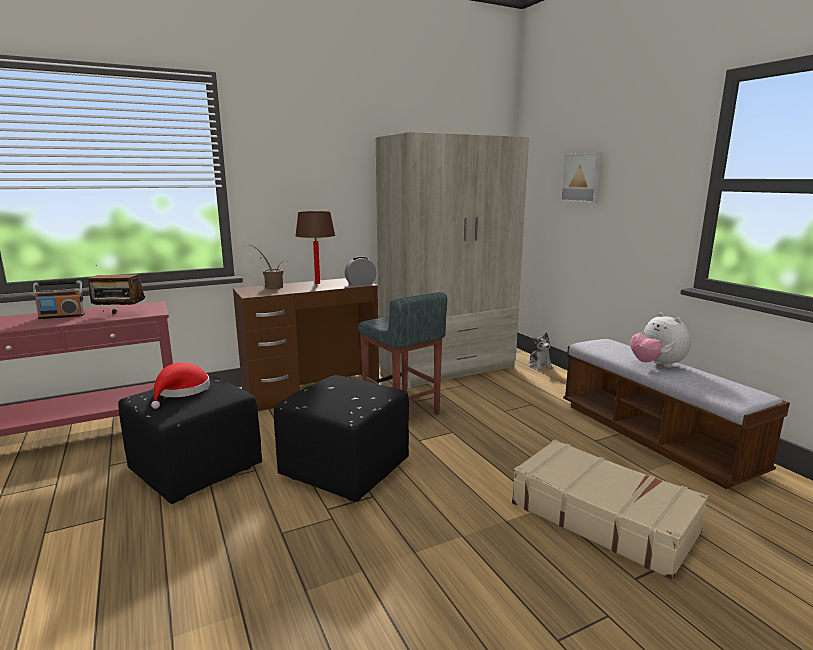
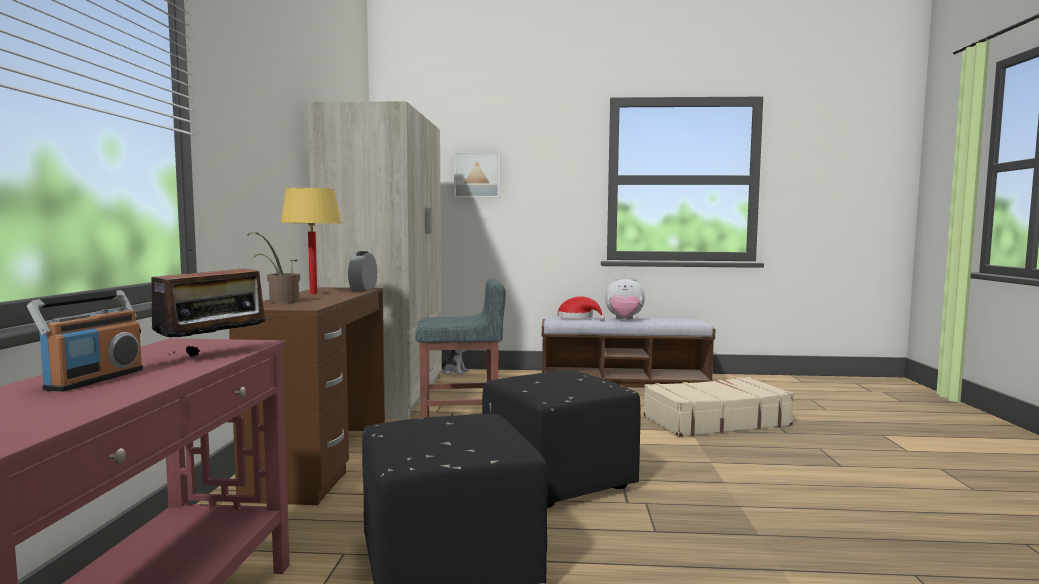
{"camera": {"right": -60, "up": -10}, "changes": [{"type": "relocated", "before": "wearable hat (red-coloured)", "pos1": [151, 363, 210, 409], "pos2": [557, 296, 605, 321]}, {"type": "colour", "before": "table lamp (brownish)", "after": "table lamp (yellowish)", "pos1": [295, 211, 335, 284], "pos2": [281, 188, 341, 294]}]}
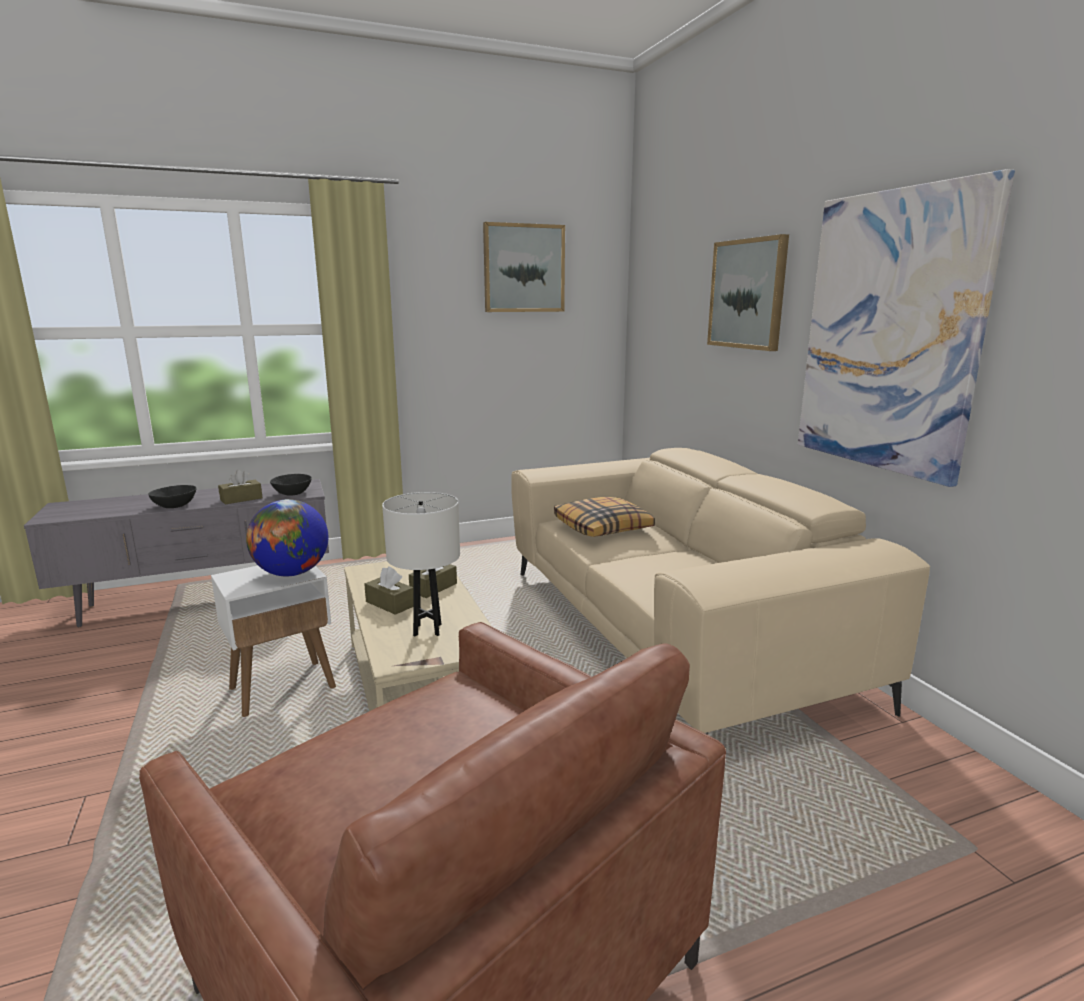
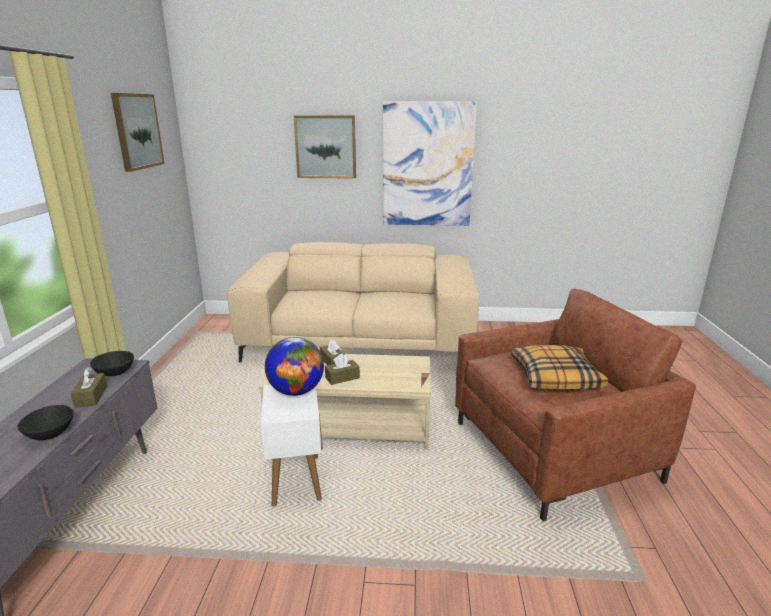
{"camera": {"right": -65, "up": 5}, "changes": [{"type": "missing", "before": "table lamp (white-coloured)", "pos1": [382, 492, 460, 637]}, {"type": "relocated", "before": "cushion", "pos1": [554, 497, 655, 537], "pos2": [511, 345, 608, 390]}]}
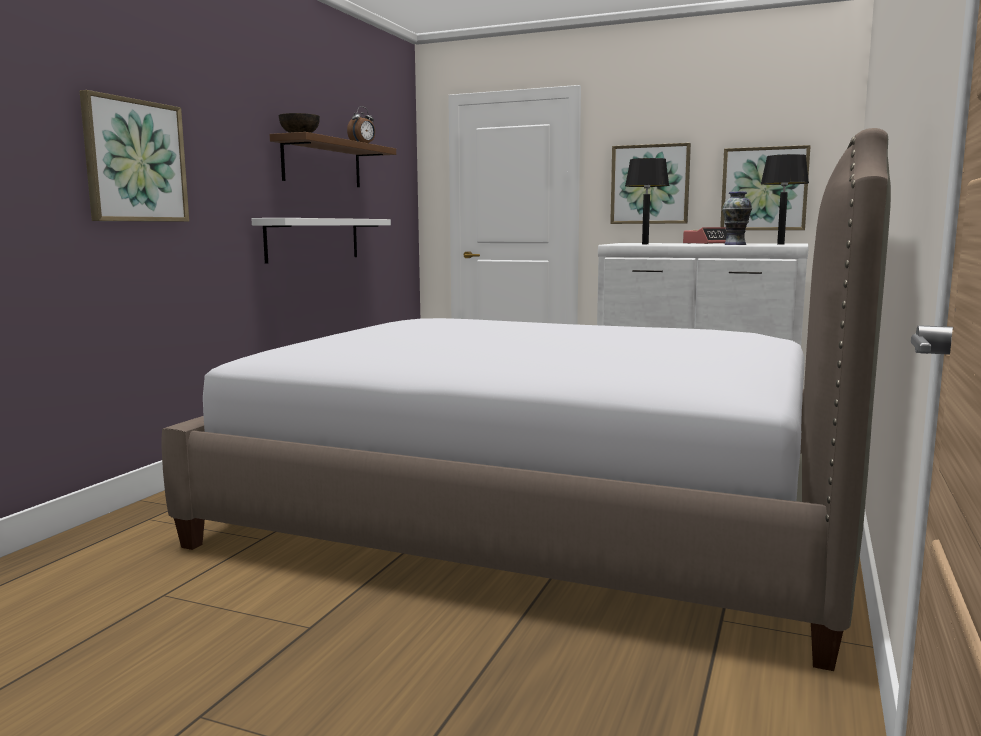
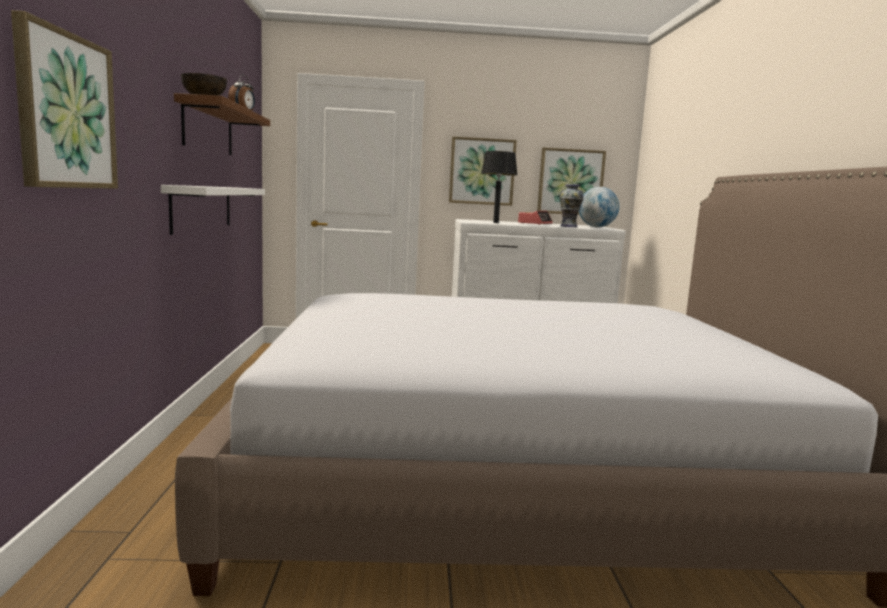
{"camera": {"right": -25, "up": 0}, "changes": [{"type": "exchanged", "before": "table lamp (black-coloured)", "after": "desk globe", "pos1": [761, 154, 809, 245], "pos2": [579, 187, 619, 227]}]}
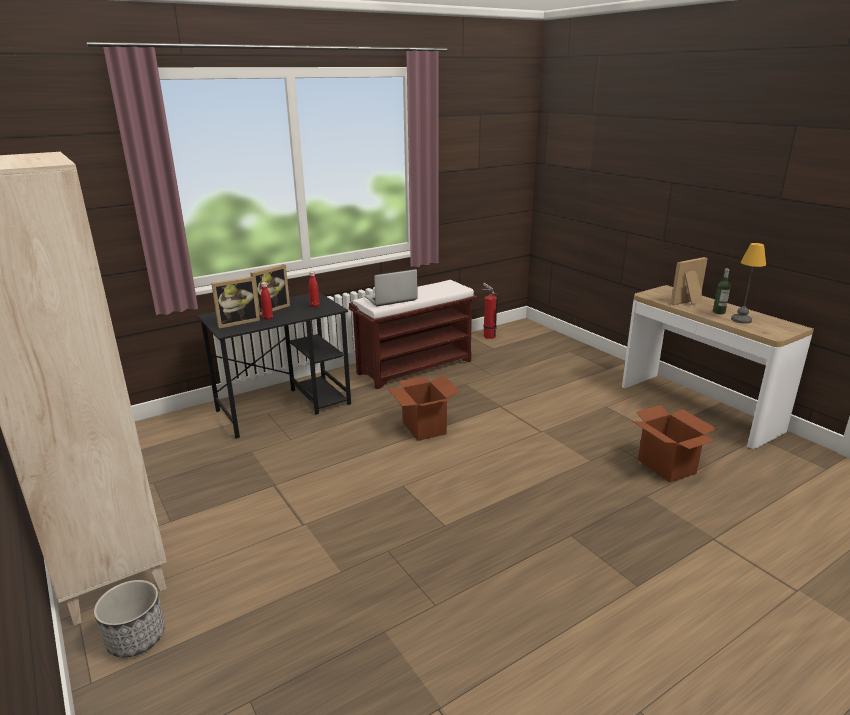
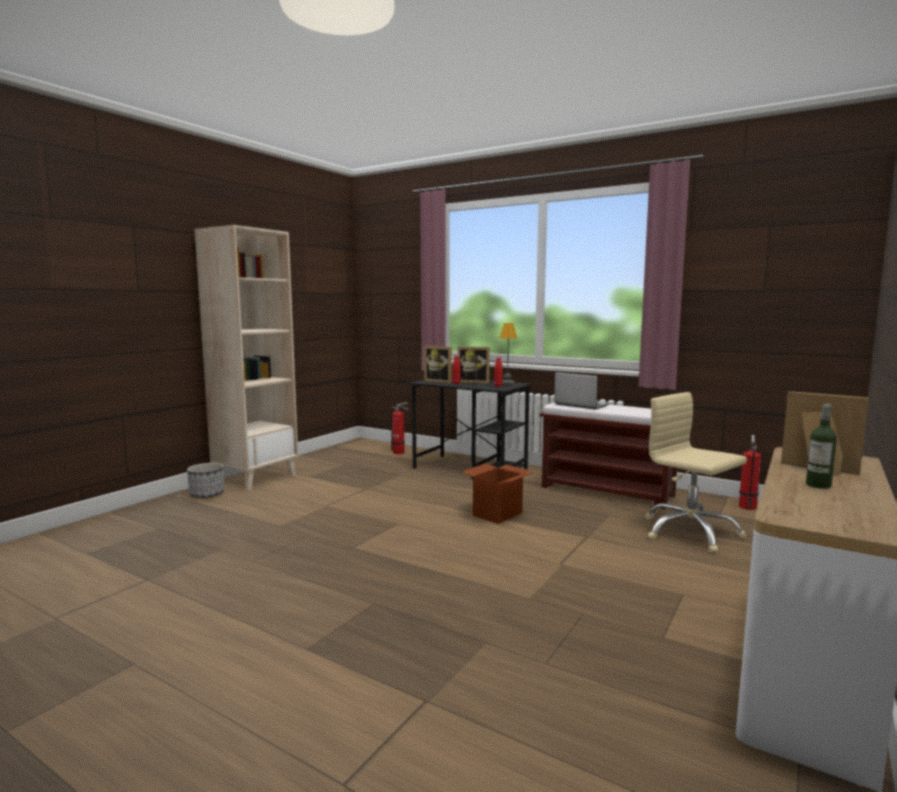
{"camera": {"right": 65, "up": -15}, "changes": [{"type": "missing", "before": "cardboard box", "pos1": [632, 405, 717, 483]}, {"type": "relocated", "before": "table lamp", "pos1": [731, 243, 766, 324], "pos2": [500, 323, 517, 385]}, {"type": "appeared", "after": "extinguisher", "pos2": [390, 402, 408, 454]}, {"type": "appeared", "after": "office chair (beige-coloured)", "pos2": [645, 392, 747, 553]}]}
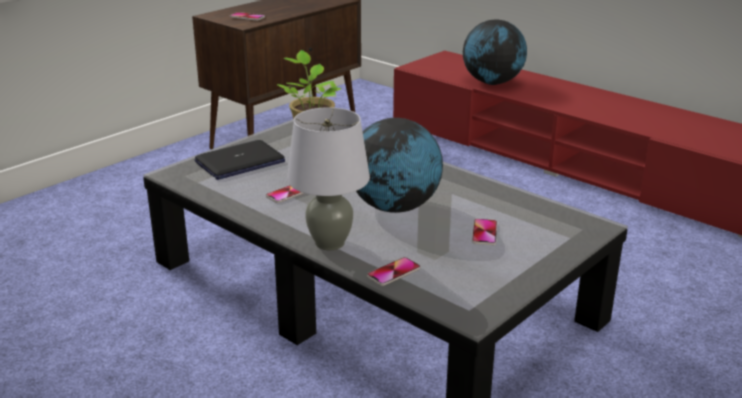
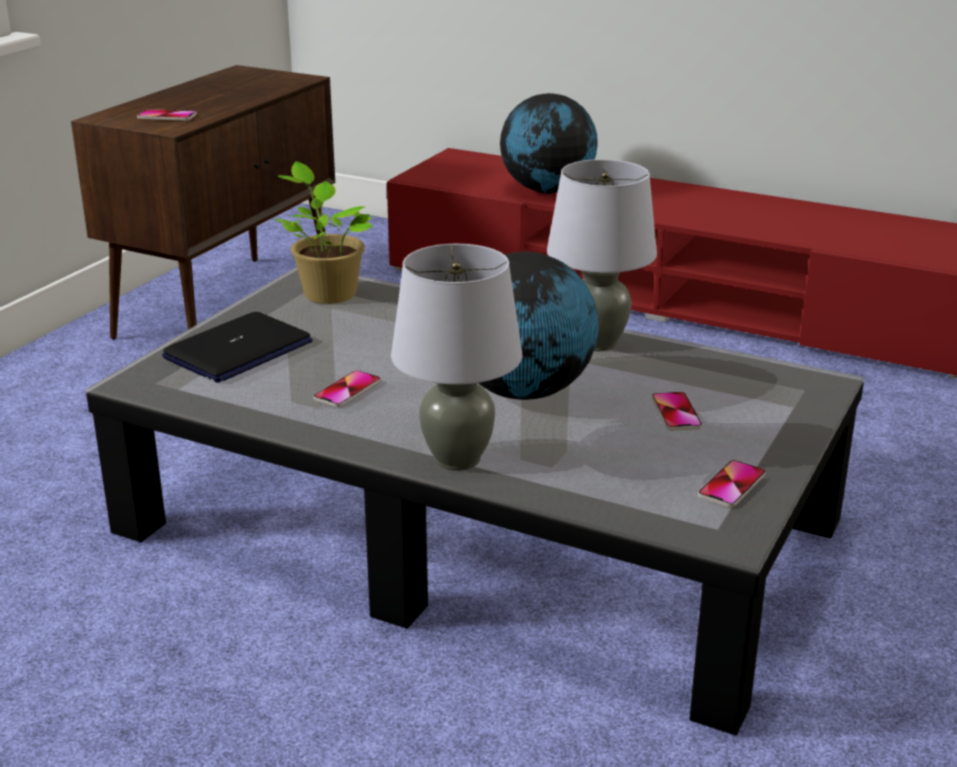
{"camera": {"right": -15, "up": 0}, "changes": [{"type": "relocated", "before": "handset", "pos1": [367, 257, 420, 286], "pos2": [698, 460, 766, 507]}, {"type": "appeared", "after": "table lamp (greyish)", "pos2": [547, 159, 657, 351]}]}
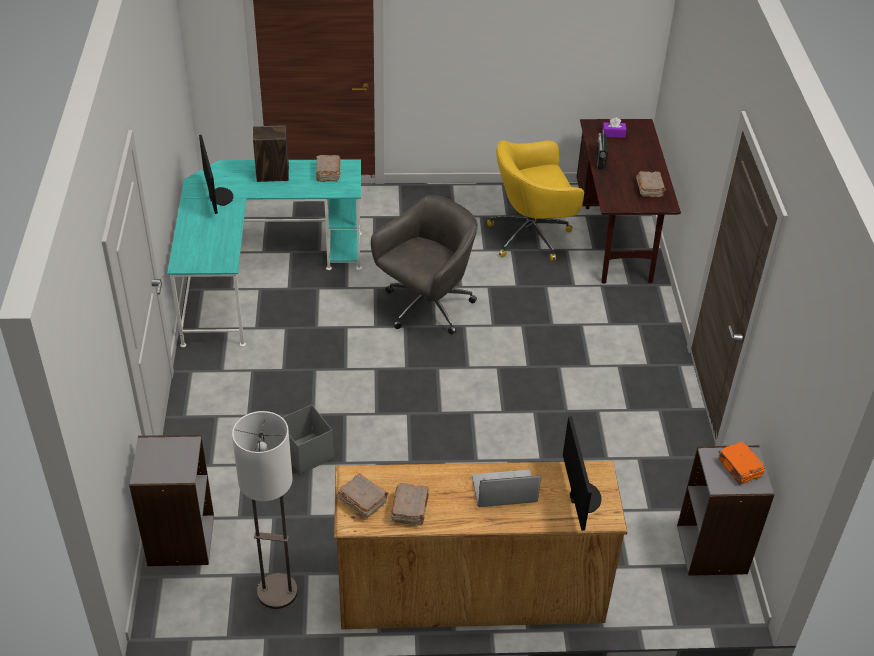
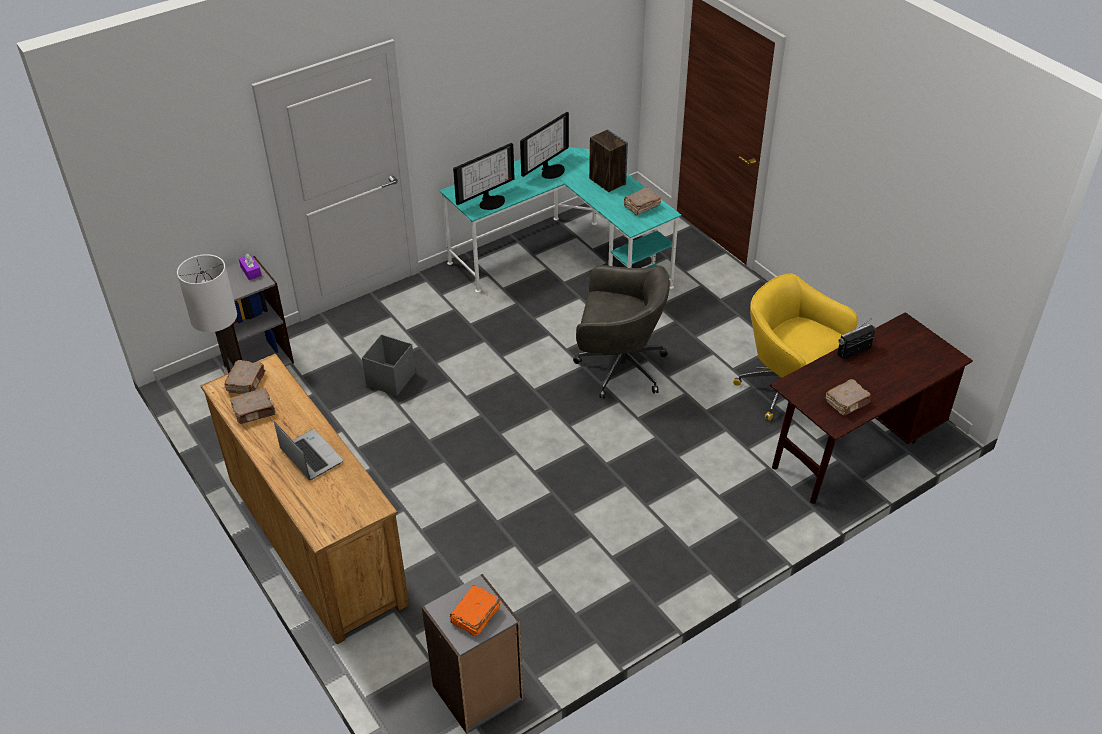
{"camera": {"right": 60, "up": 0}, "changes": [{"type": "relocated", "before": "computer display", "pos1": [563, 416, 602, 531], "pos2": [453, 143, 515, 210]}, {"type": "relocated", "before": "tissue holder (purple)", "pos1": [602, 117, 626, 138], "pos2": [239, 253, 262, 280]}]}
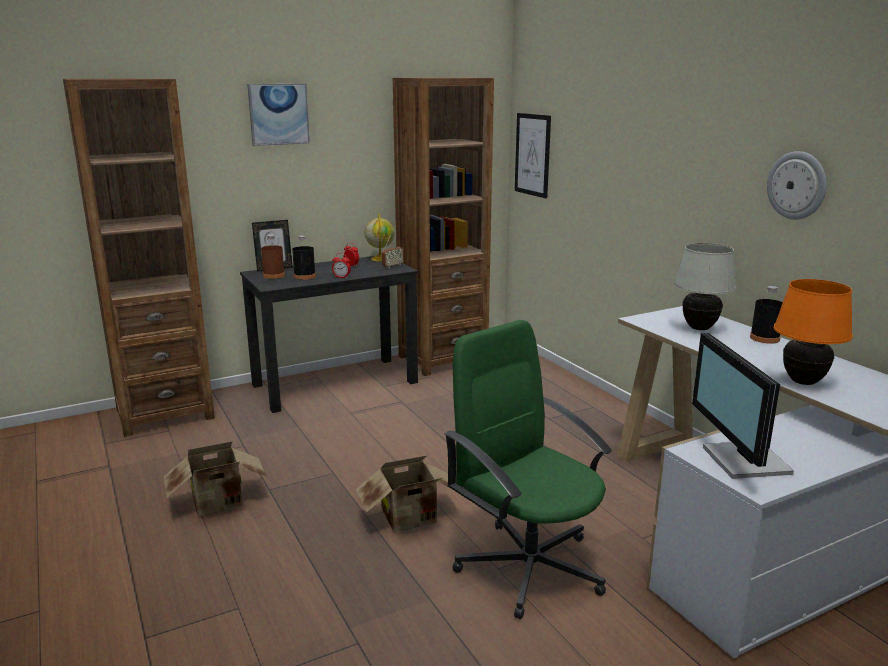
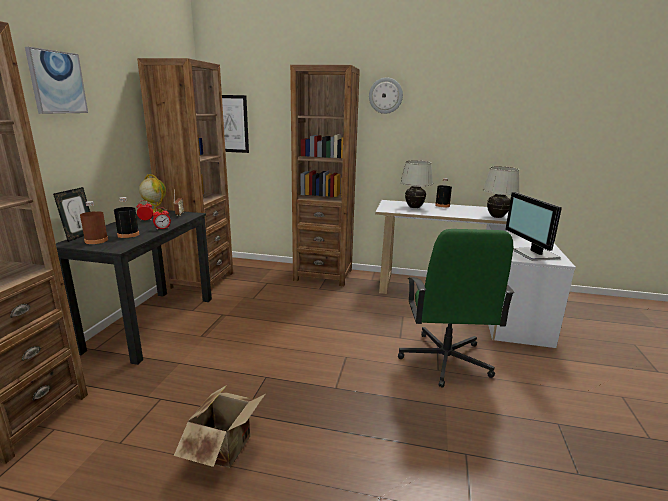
{"camera": {"right": -50, "up": 0}, "changes": [{"type": "missing", "before": "cardboard box", "pos1": [356, 455, 450, 532]}, {"type": "spun", "before": "office chair (greenish)", "pos1": [444, 320, 612, 619], "pos2": [398, 229, 515, 388], "turn": -90}, {"type": "spun", "before": "computer display", "pos1": [692, 333, 794, 479], "pos2": [505, 192, 562, 261], "turn": 45}, {"type": "relocated", "before": "wall clock", "pos1": [767, 151, 827, 220], "pos2": [369, 77, 403, 114]}, {"type": "colour", "before": "table lamp (orange)", "after": "table lamp (white-coloured)", "pos1": [774, 279, 853, 385], "pos2": [483, 166, 520, 218]}, {"type": "appeared", "after": "shelving unit (brownish)", "pos2": [290, 65, 360, 286]}]}
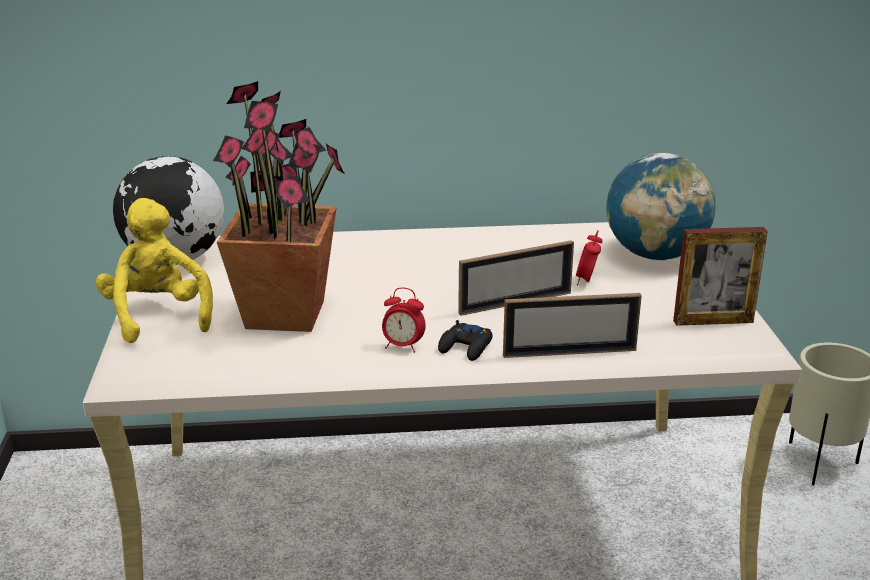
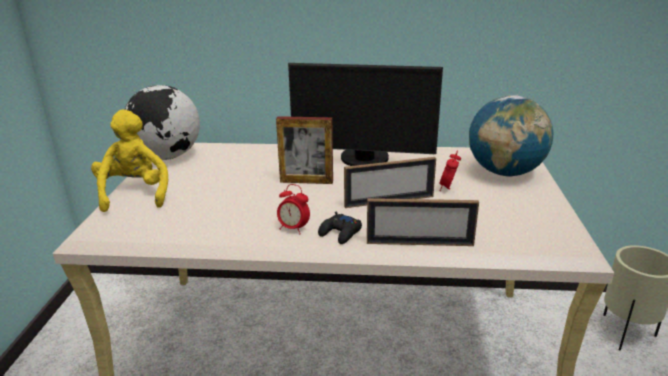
{"camera": {"right": 10, "up": 0}, "changes": [{"type": "missing", "before": "potted plant", "pos1": [213, 81, 345, 332]}, {"type": "relocated", "before": "photo frame", "pos1": [673, 227, 768, 326], "pos2": [276, 116, 333, 184]}, {"type": "appeared", "after": "computer display", "pos2": [288, 63, 443, 166]}]}
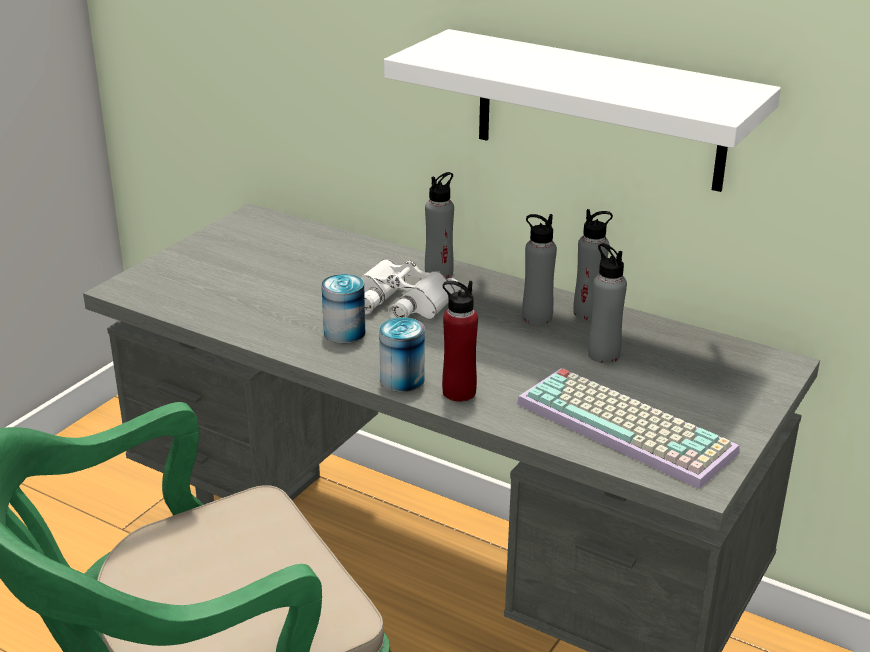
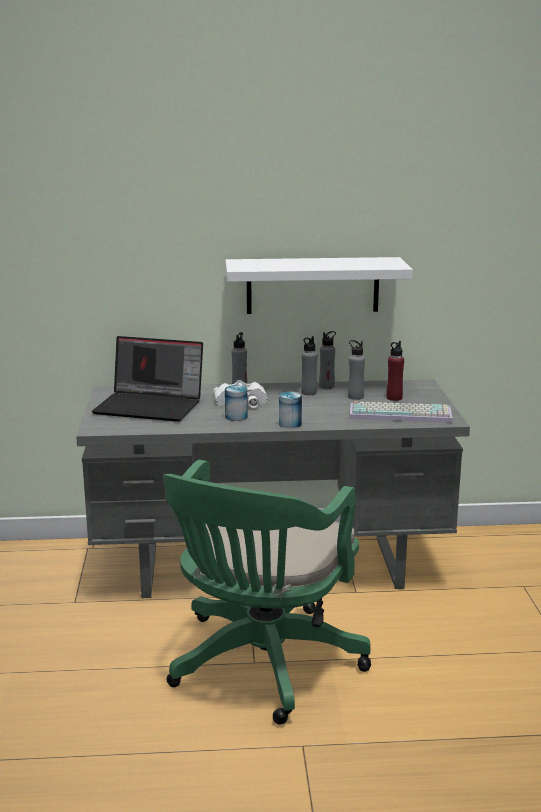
{"camera": {"right": -35, "up": -10}, "changes": [{"type": "relocated", "before": "bottle (red-coloured)", "pos1": [442, 281, 478, 402], "pos2": [386, 341, 404, 401]}, {"type": "appeared", "after": "laptop", "pos2": [92, 336, 203, 422]}]}
